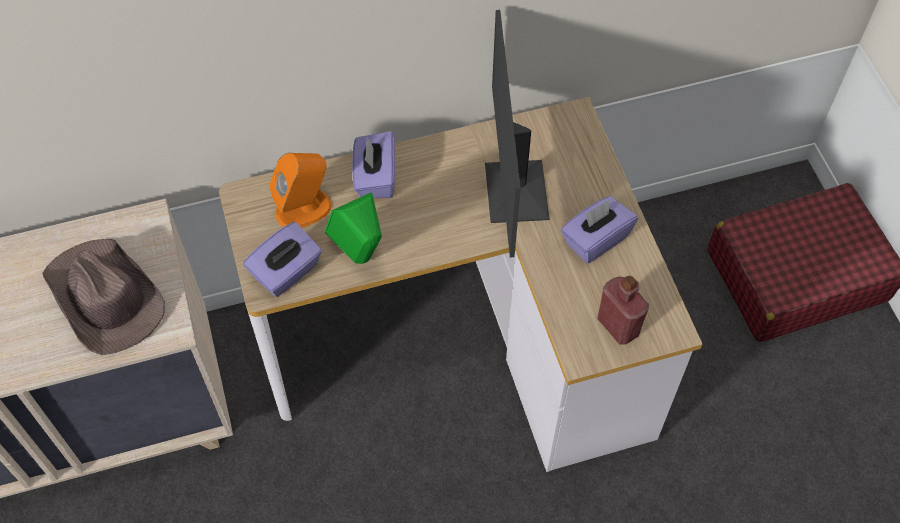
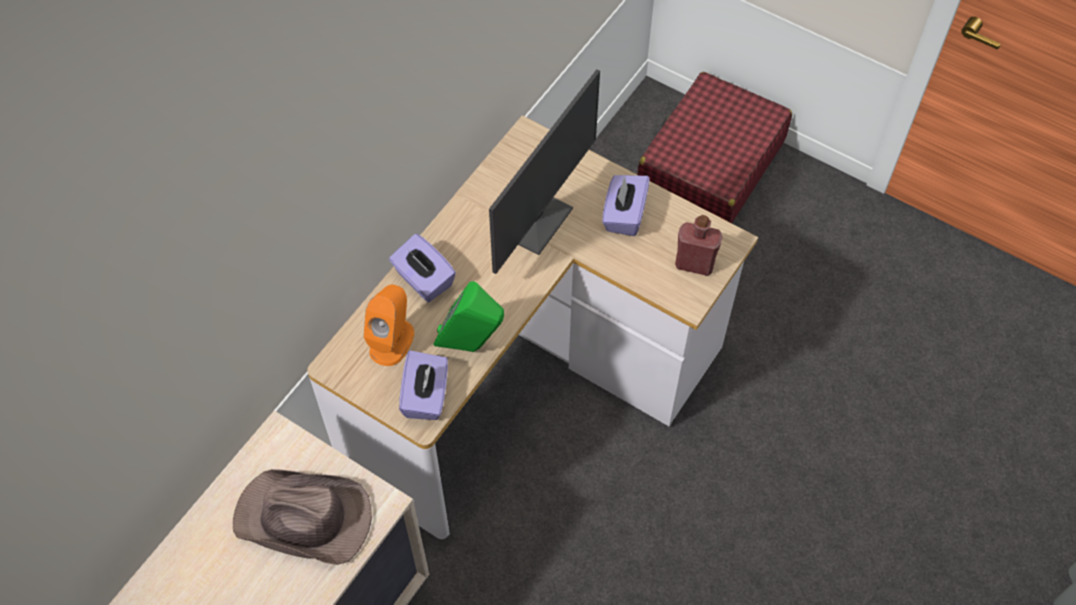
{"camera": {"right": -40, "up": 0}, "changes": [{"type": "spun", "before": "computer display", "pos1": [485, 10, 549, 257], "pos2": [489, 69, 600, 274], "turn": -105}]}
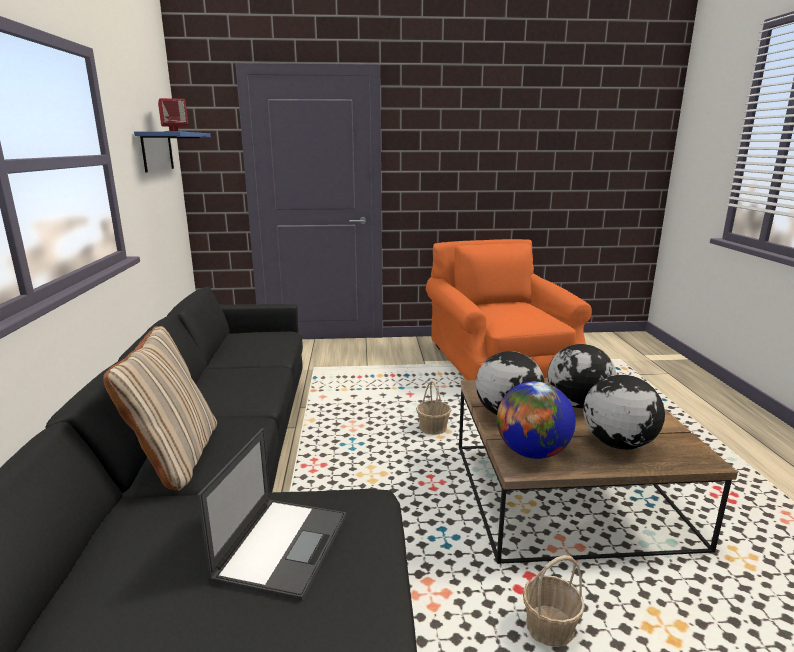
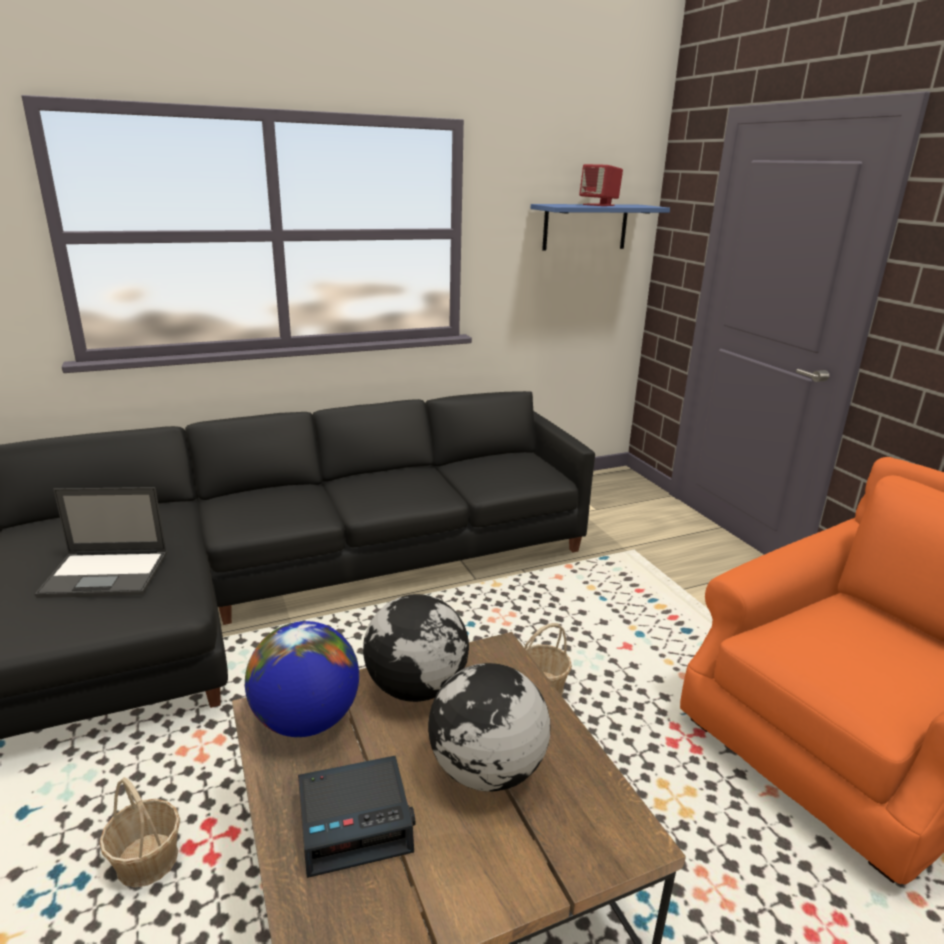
{"camera": {"right": 70, "up": 5}, "changes": [{"type": "missing", "before": "cushion (beige-coloured)", "pos1": [103, 326, 217, 491]}, {"type": "exchanged", "before": "desk globe", "after": "table clock", "pos1": [584, 375, 665, 450], "pos2": [298, 755, 415, 878]}]}
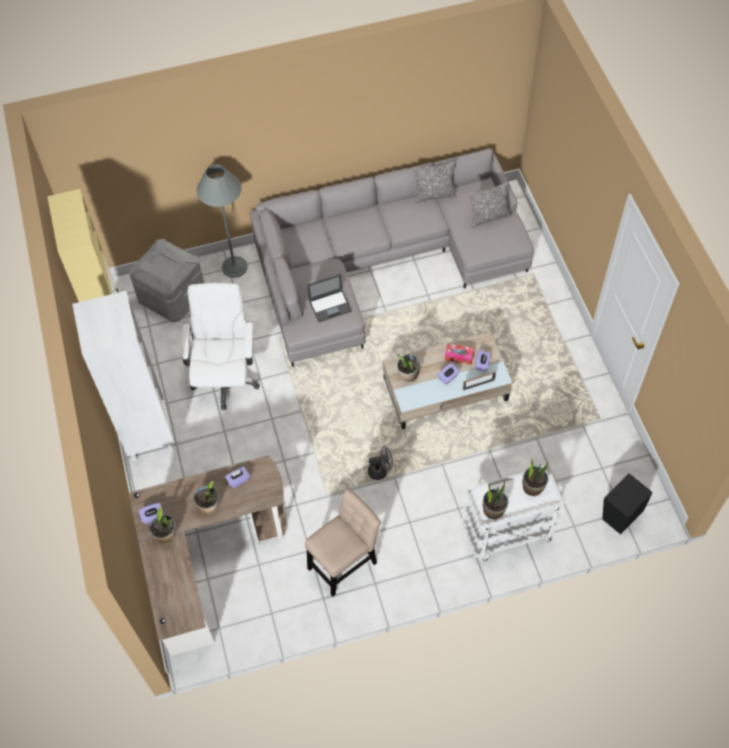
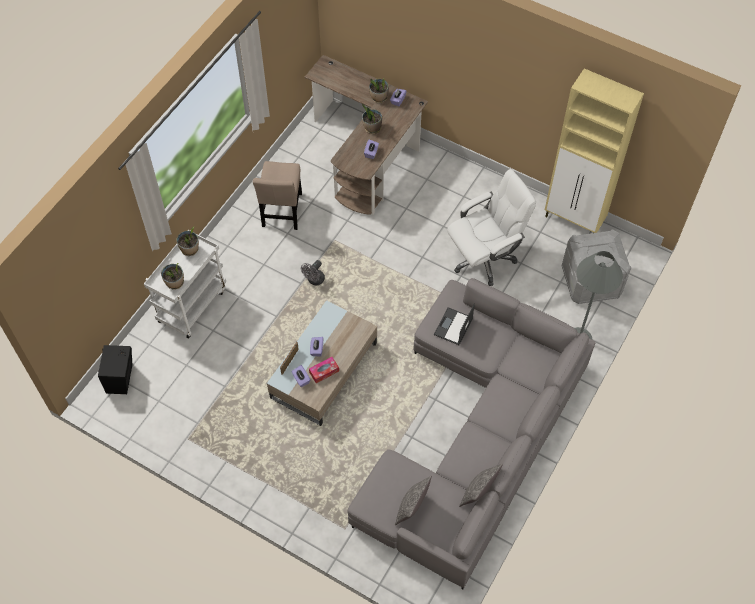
{"camera": {"right": 135, "up": 0}, "changes": [{"type": "missing", "before": "shelving unit (white-coloured)", "pos1": [72, 291, 174, 462]}, {"type": "spun", "before": "office chair (white-coloured)", "pos1": [181, 283, 260, 410], "pos2": [447, 169, 536, 286], "turn": -75}, {"type": "missing", "before": "potted plant", "pos1": [397, 354, 420, 382]}]}
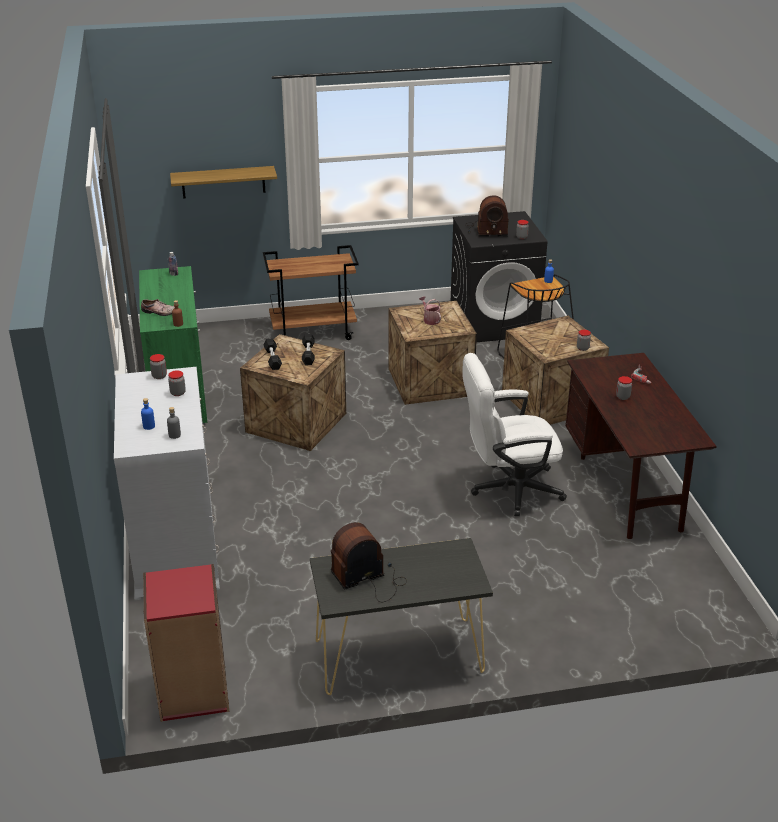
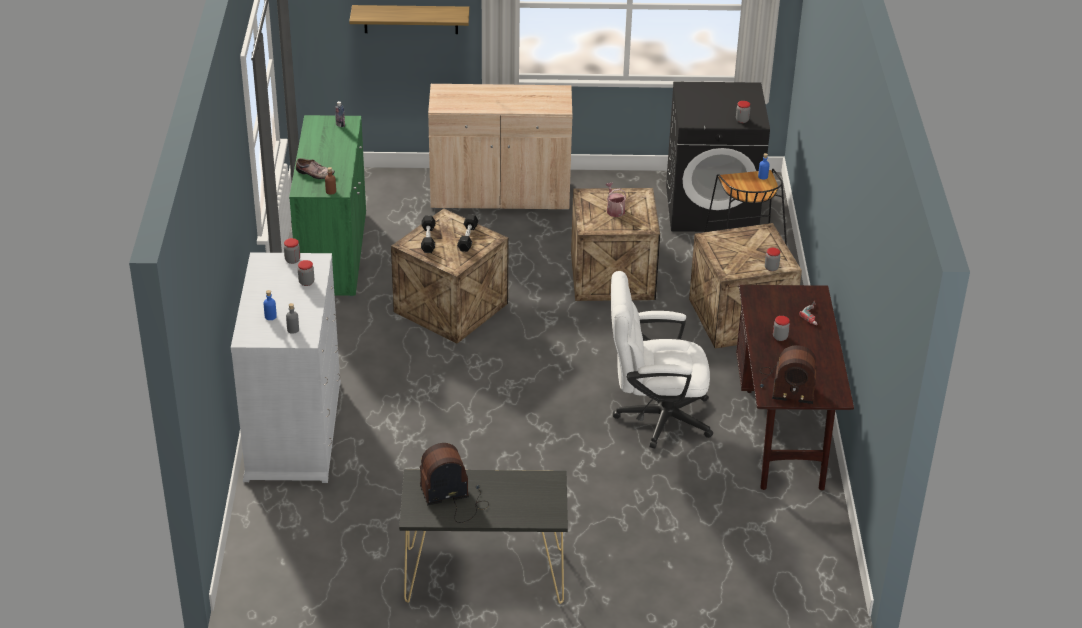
{"camera": {"right": 10, "up": 5}, "changes": [{"type": "missing", "before": "shelving unit (red-coloured)", "pos1": [143, 564, 229, 722]}, {"type": "exchanged", "before": "wheeled cart (brownish)", "after": "storage cabinet (beige-coloured)", "pos1": [263, 245, 359, 340], "pos2": [428, 84, 572, 210]}, {"type": "relocated", "before": "radio", "pos1": [465, 195, 509, 237], "pos2": [760, 345, 817, 404]}]}
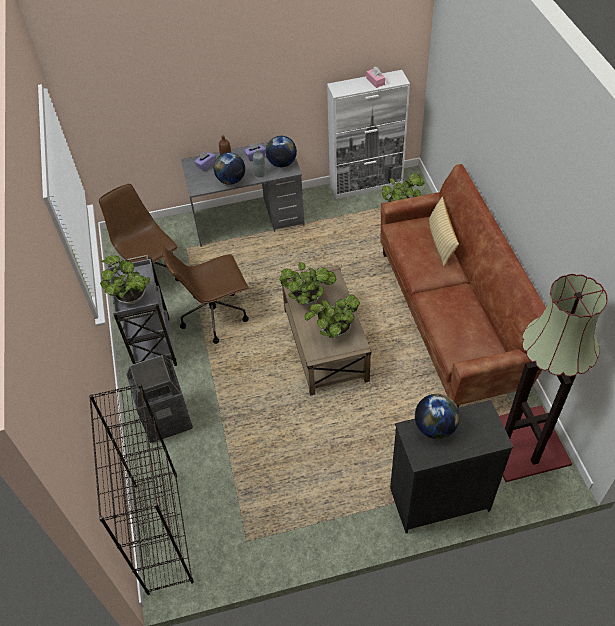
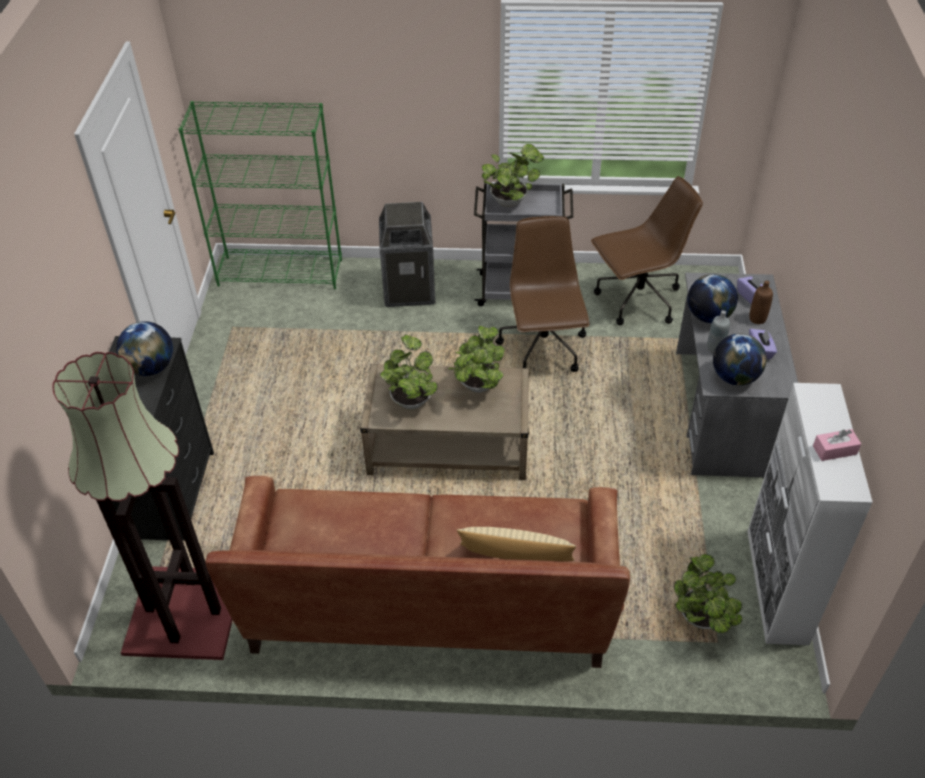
{"camera": {"right": 105, "up": -5}, "changes": [{"type": "colour", "before": "shelving unit (black-coloured)", "after": "shelving unit (greenish)", "pos1": [89, 383, 194, 595], "pos2": [178, 101, 342, 289]}]}
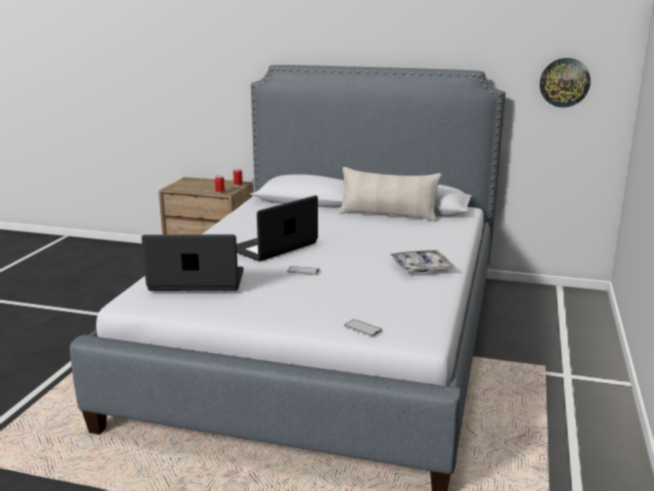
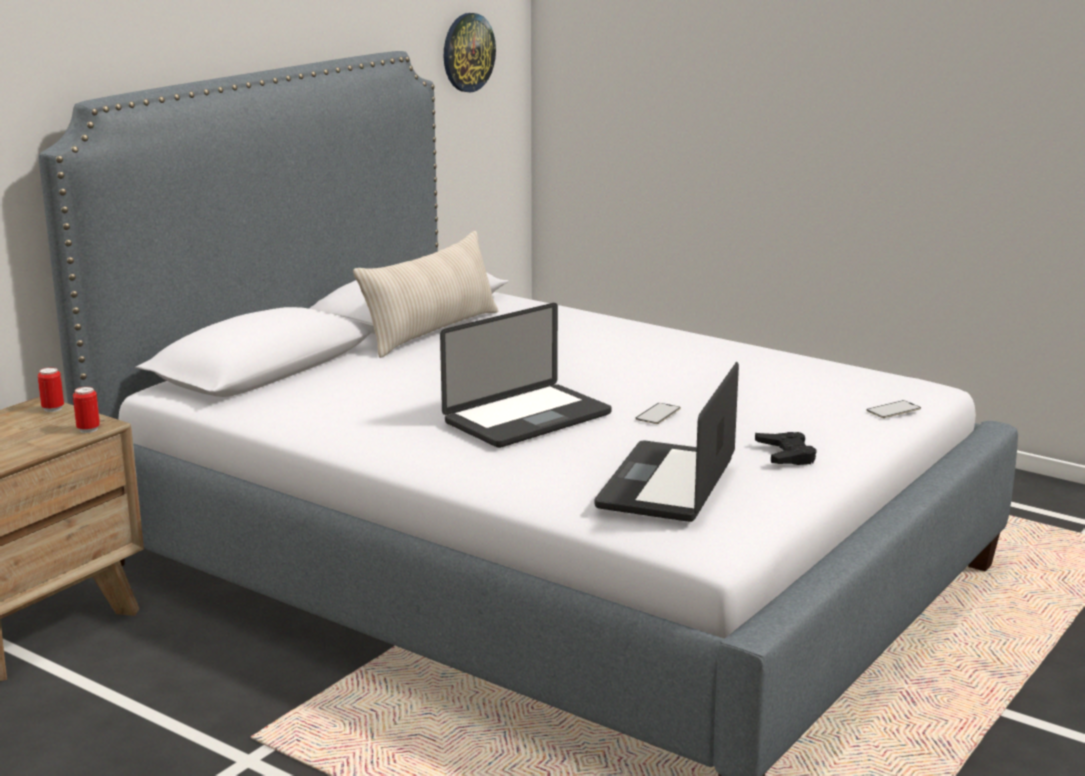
{"camera": {"right": -70, "up": 0}, "changes": [{"type": "spun", "before": "laptop", "pos1": [237, 195, 318, 262], "pos2": [440, 303, 612, 448], "turn": -105}, {"type": "missing", "before": "carrying tray", "pos1": [391, 250, 454, 272]}, {"type": "appeared", "after": "joypad (black-coloured)", "pos2": [755, 432, 817, 465]}]}
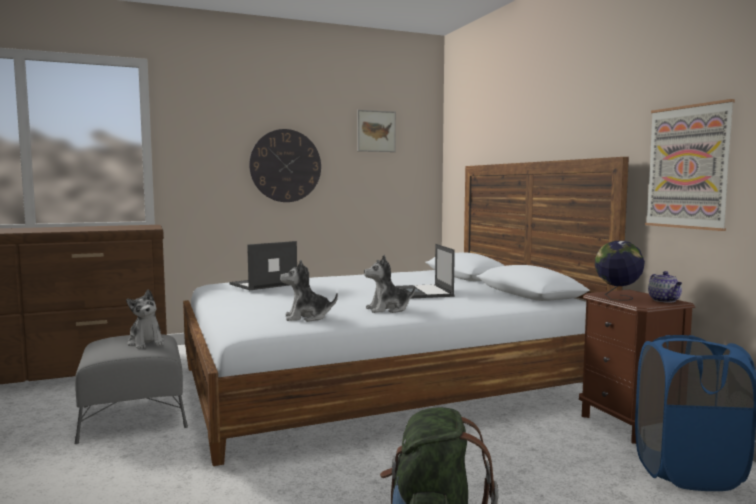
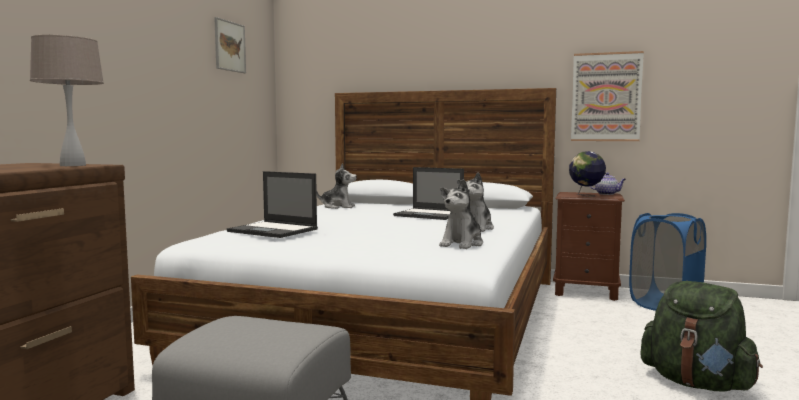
{"camera": {"right": -50, "up": 0}, "changes": [{"type": "relocated", "before": "soft toy", "pos1": [126, 289, 164, 349], "pos2": [316, 163, 357, 209]}, {"type": "spun", "before": "laptop", "pos1": [229, 241, 297, 290], "pos2": [227, 171, 318, 238], "turn": -60}, {"type": "missing", "before": "wall clock", "pos1": [249, 129, 321, 202]}, {"type": "appeared", "after": "table lamp (beige-coloured)", "pos2": [30, 35, 104, 166]}]}
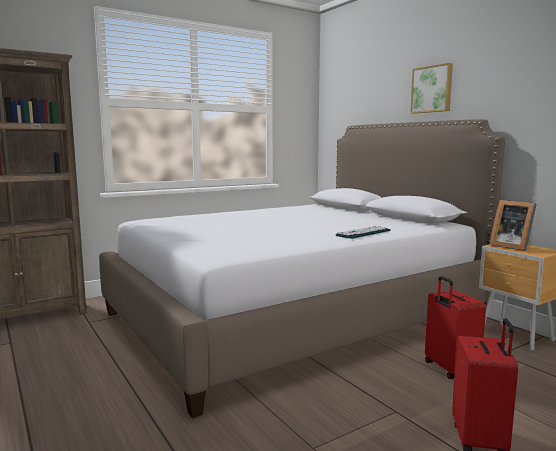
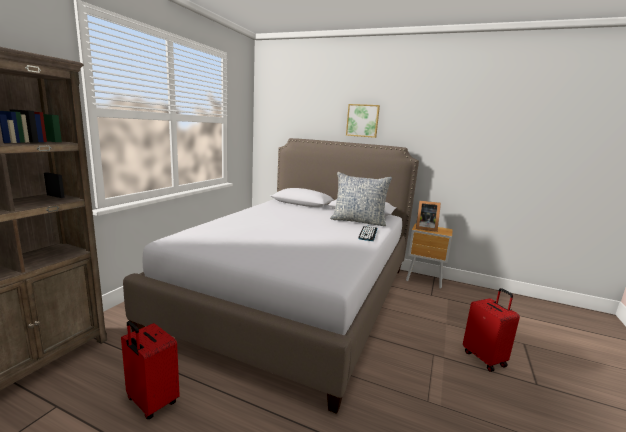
{"camera": {"right": -35, "up": 5}, "changes": [{"type": "relocated", "before": "piece of luggage (red-coloured)", "pos1": [425, 276, 486, 379], "pos2": [121, 321, 180, 419]}, {"type": "appeared", "after": "cushion", "pos2": [330, 172, 392, 226]}]}
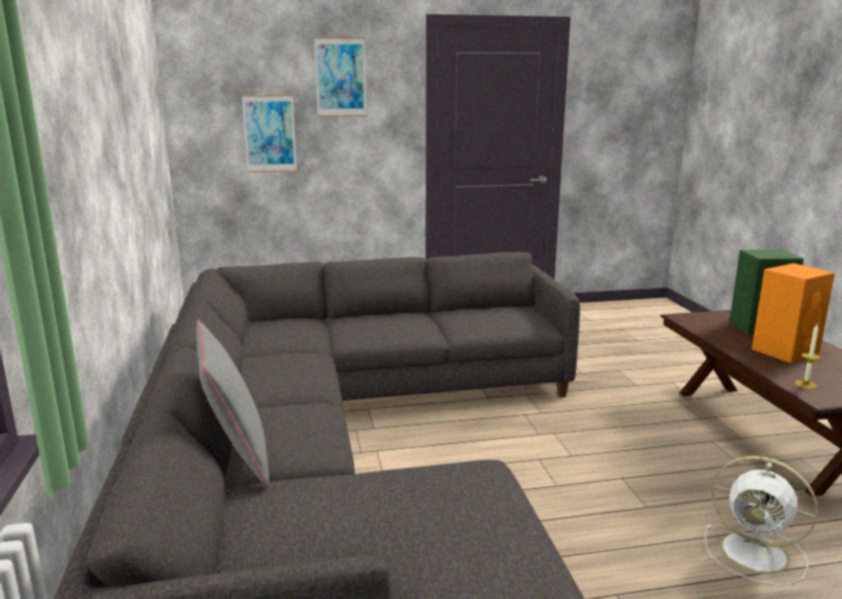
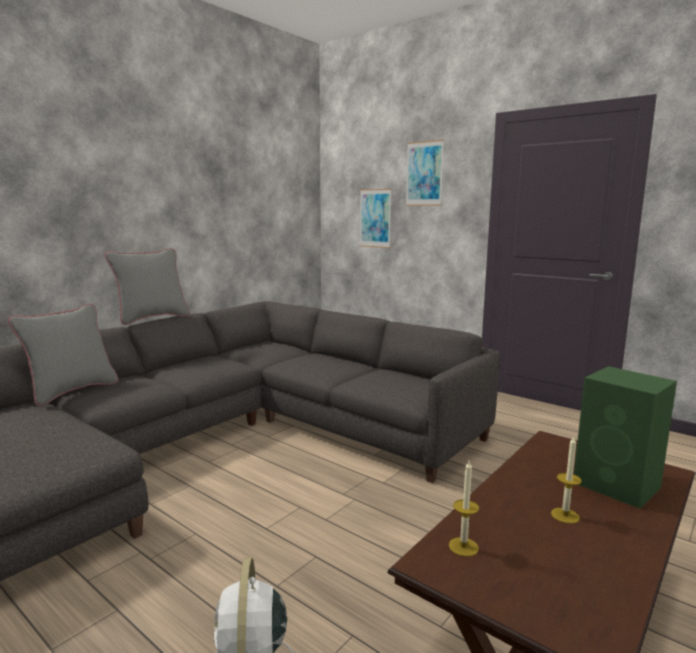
{"camera": {"right": 50, "up": -5}, "changes": [{"type": "exchanged", "before": "speaker (orange)", "after": "candle", "pos1": [752, 263, 835, 363], "pos2": [551, 437, 582, 524]}, {"type": "appeared", "after": "cushion (greyish)", "pos2": [105, 248, 190, 325]}]}
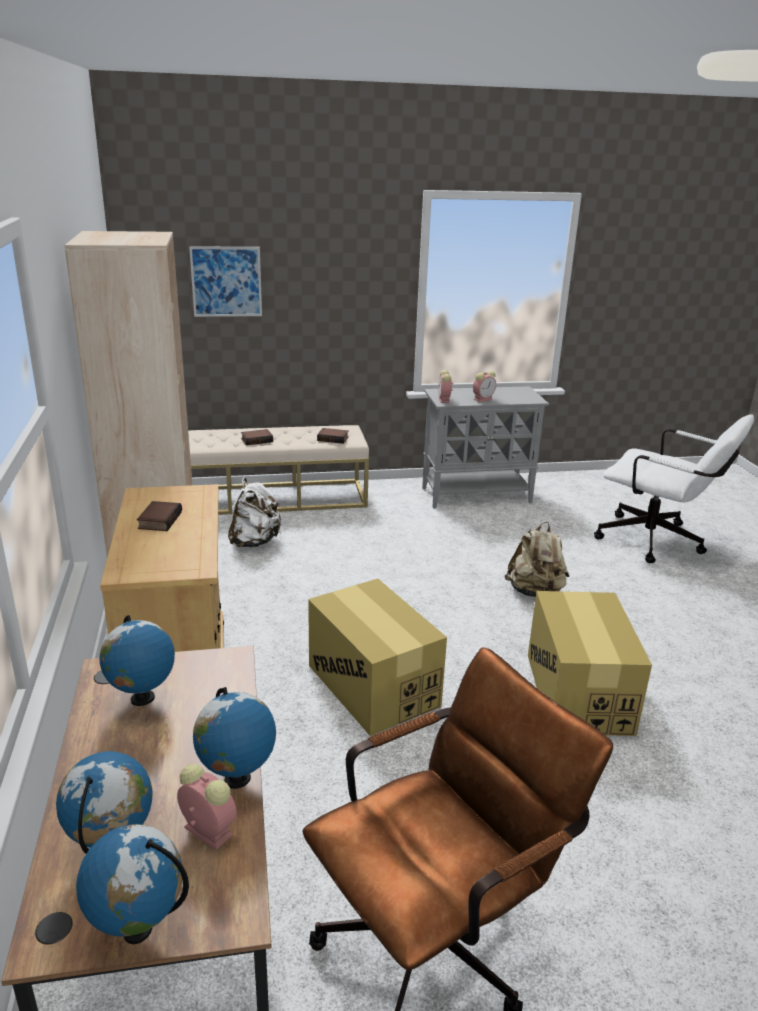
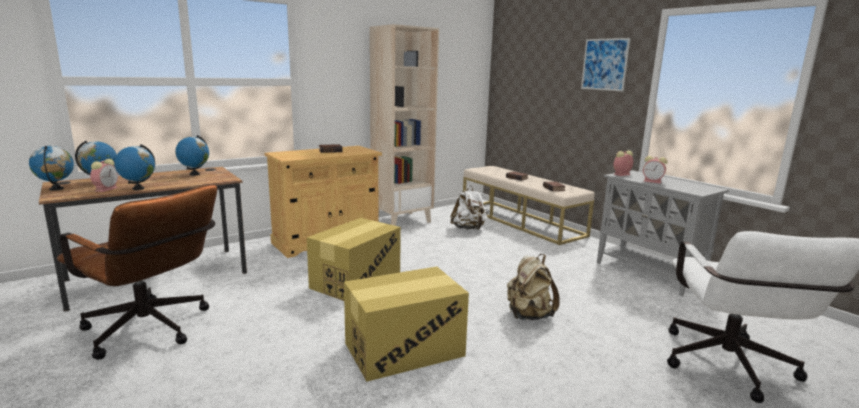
{"camera": {"right": 65, "up": -10}, "changes": [{"type": "relocated", "before": "wall picture", "pos1": [189, 246, 262, 317], "pos2": [581, 38, 630, 91]}]}
